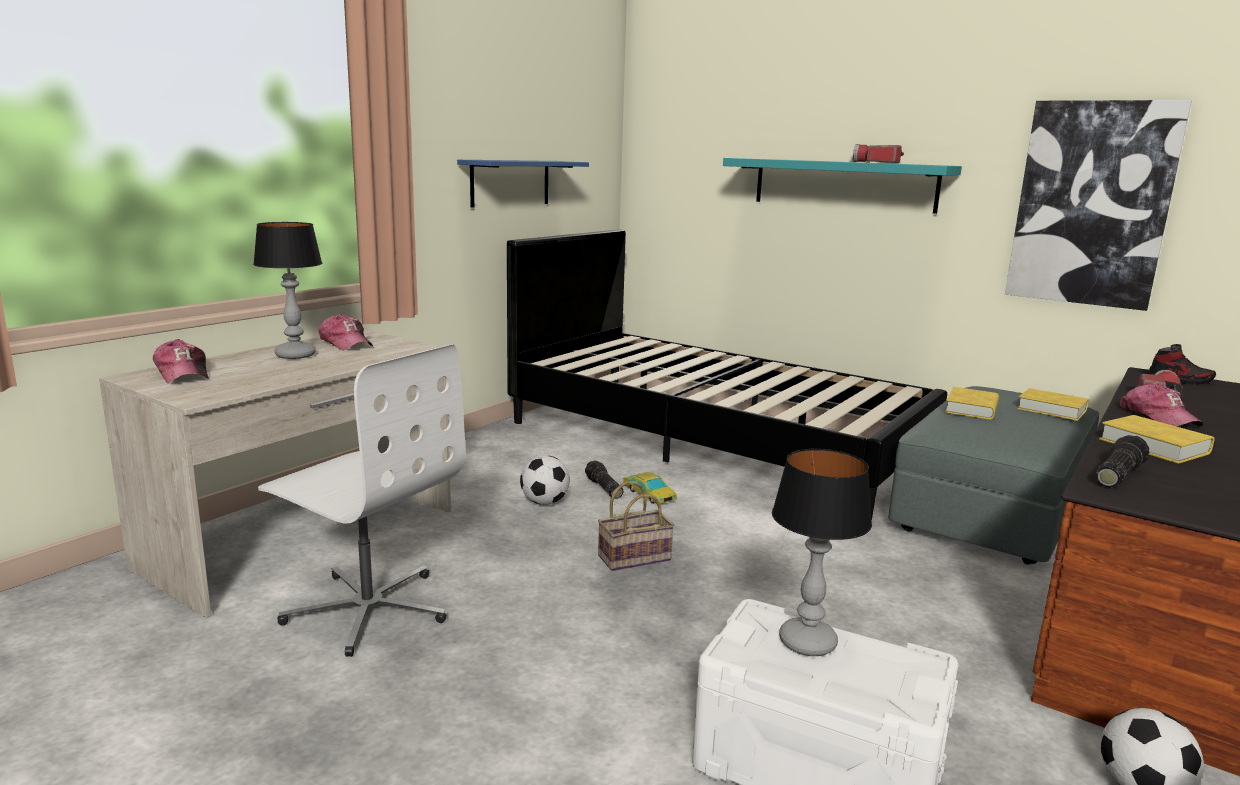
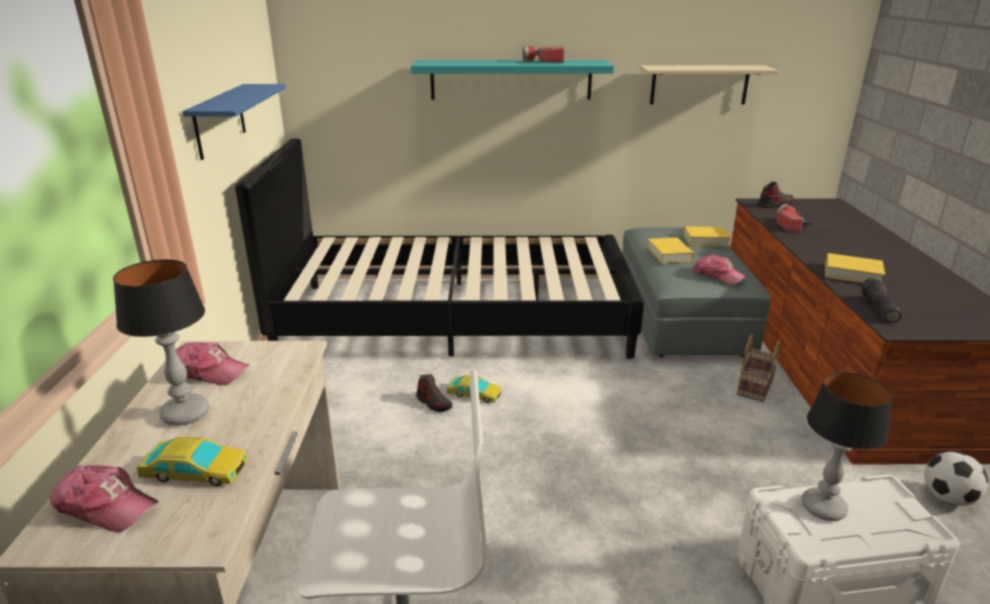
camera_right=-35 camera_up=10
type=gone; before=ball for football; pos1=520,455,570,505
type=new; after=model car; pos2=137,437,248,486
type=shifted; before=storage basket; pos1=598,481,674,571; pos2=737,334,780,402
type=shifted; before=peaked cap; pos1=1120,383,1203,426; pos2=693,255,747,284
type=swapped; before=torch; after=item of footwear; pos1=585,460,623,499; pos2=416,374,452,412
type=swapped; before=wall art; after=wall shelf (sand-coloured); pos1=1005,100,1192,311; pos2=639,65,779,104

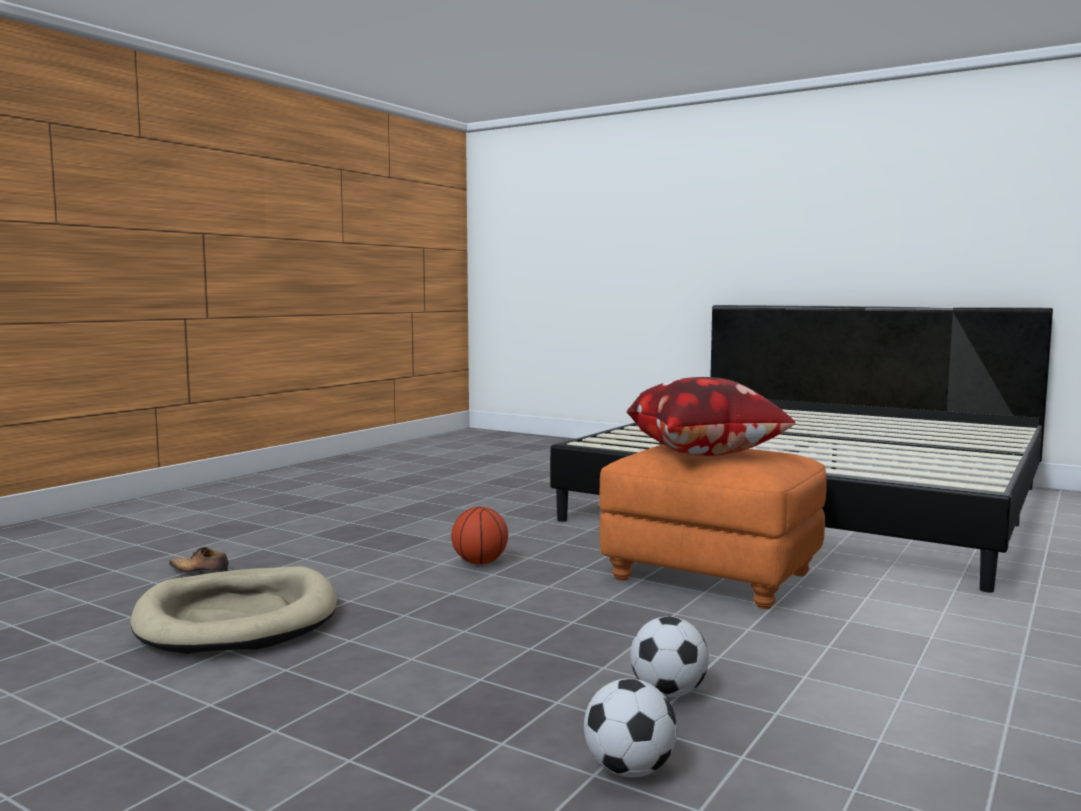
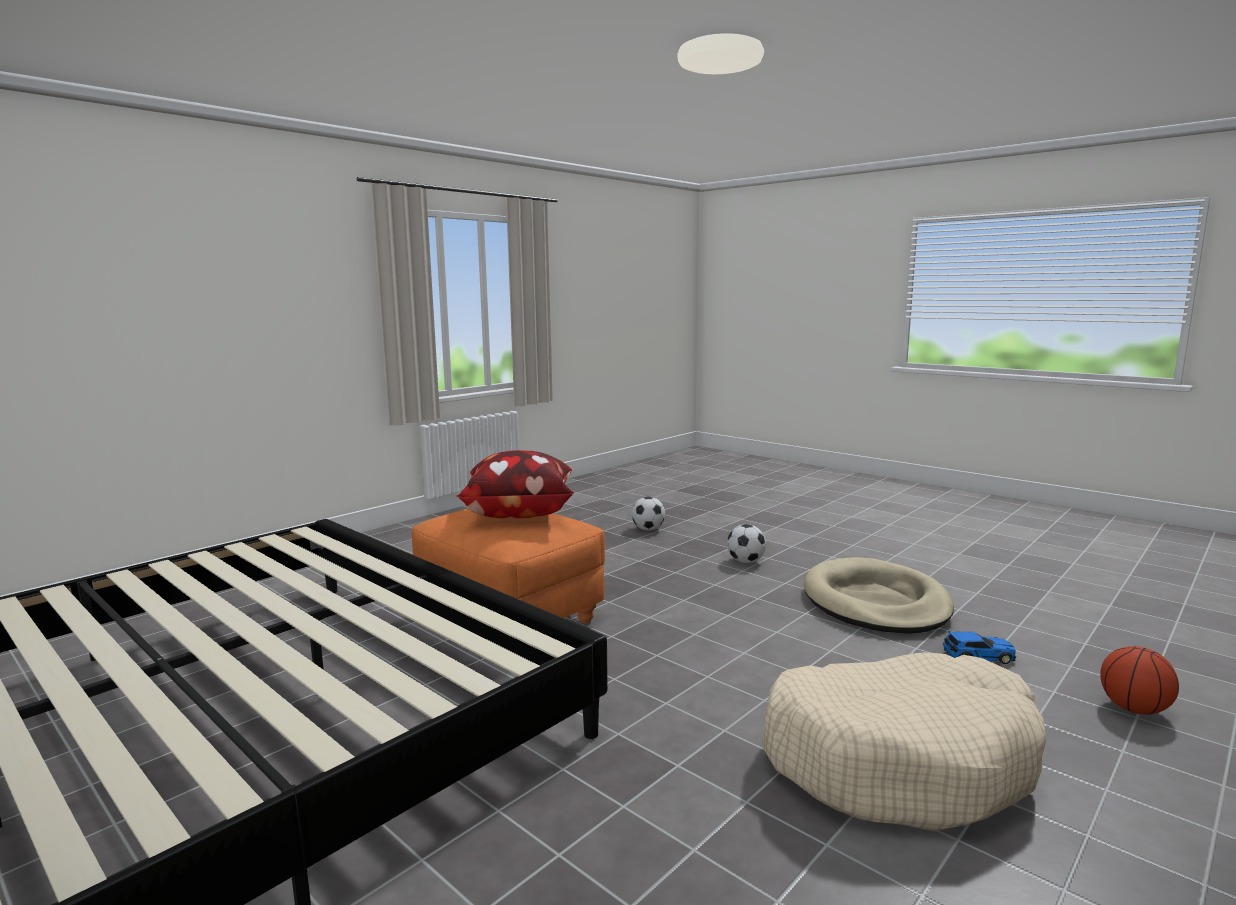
camera_right=-170 camera_up=5
type=new; after=dog bed (sand-coloured); pos2=761,652,1046,831
type=shifted; before=ball for basketball; pos1=451,507,508,565; pos2=1100,646,1179,715
type=shifted; before=ball for football; pos1=630,616,709,697; pos2=727,524,766,563
type=swapped; before=item of footwear; after=model car; pos1=169,547,228,574; pos2=943,631,1016,664

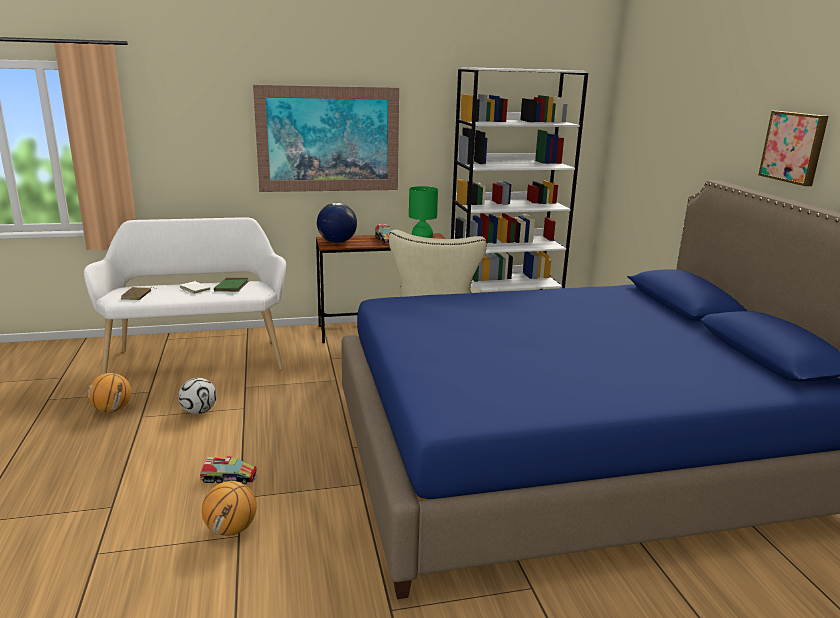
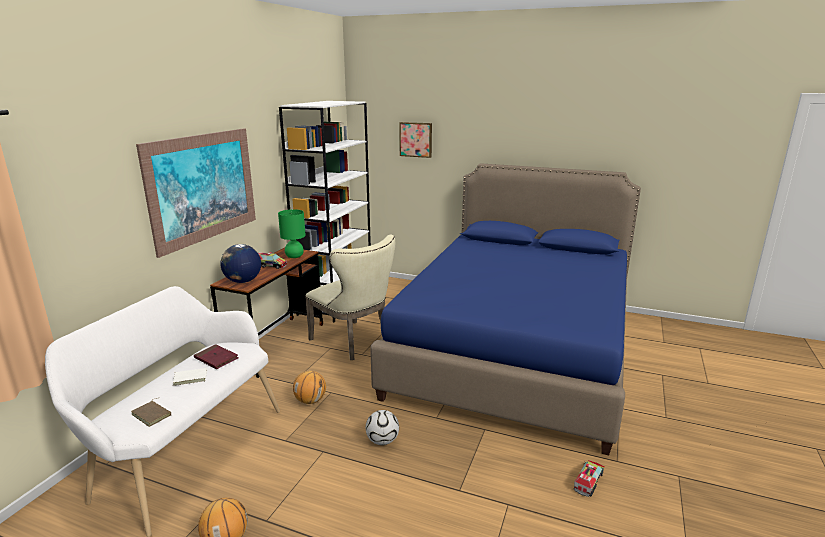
camera_right=-55 camera_up=0
type=shifted; before=ball for football; pos1=178,378,217,414; pos2=366,410,399,445
type=shifted; before=toy truck; pos1=200,456,257,484; pos2=574,460,605,497
type=shifted; before=ball for basketball; pos1=202,481,257,536; pos2=293,371,326,404
type=shifted; before=wall art; pos1=758,111,828,186; pos2=399,122,432,158
type=repainted; before=book (green-coloured); after=book (red-coloured); pos1=214,278,249,292; pos2=194,344,238,369

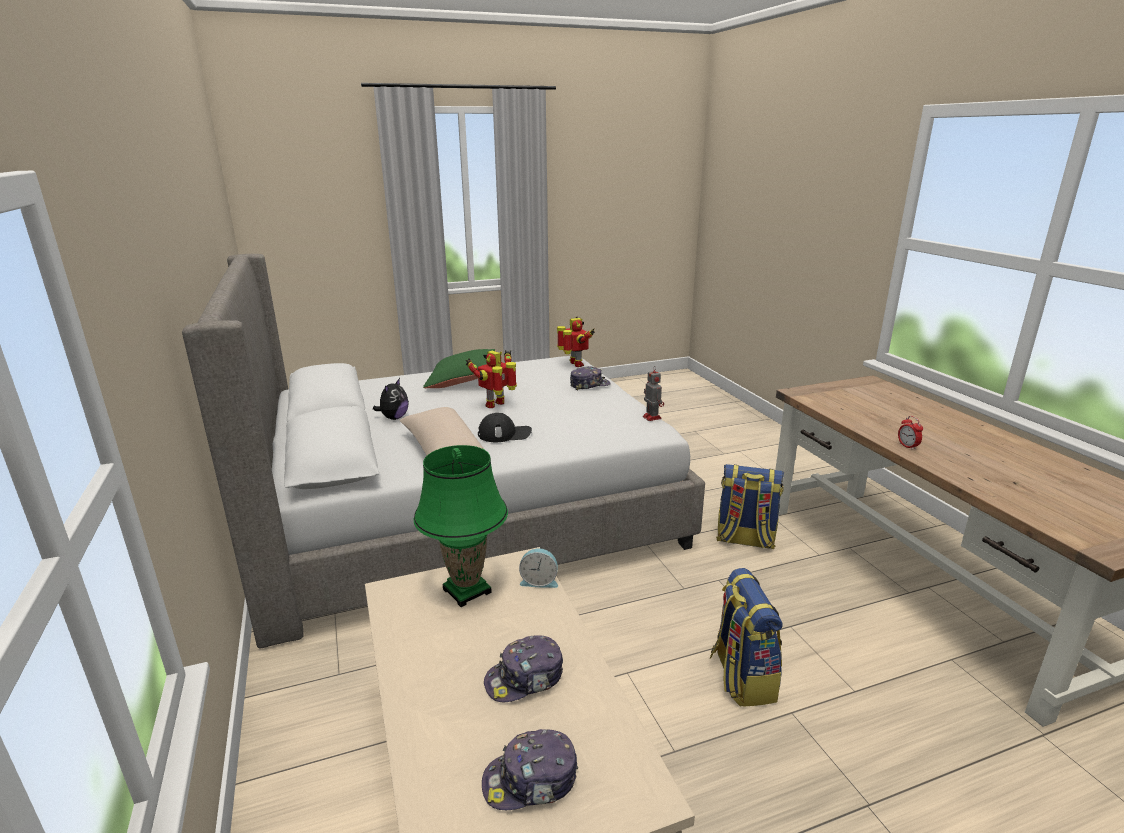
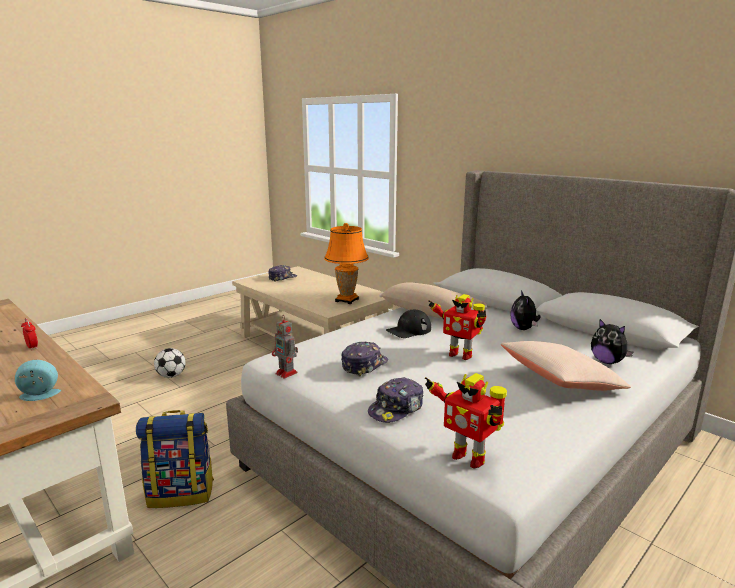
camera_right=155 camera_up=-5
type=gone; before=knapsack; pos1=710,568,783,707
type=new; after=ball for football; pos2=154,348,186,378
type=new; after=plush toy; pos2=591,319,634,364
type=shifted; before=peaked cap; pos1=484,635,563,702; pos2=341,342,388,377
type=shifted; before=bedside clock; pos1=519,548,558,588; pos2=15,360,61,401
type=repainted; before=lamp for a table (green-coloured); after=lamp for a table (orangey); pos1=414,445,508,607; pos2=324,223,369,304
type=repainted; before=throw pillow (green-coloured); after=throw pillow (sand-coloured); pos1=423,349,496,388; pos2=501,341,631,391
type=rotated; before=model robot; pos1=466,350,517,408; pos2=428,294,486,360; turn=105

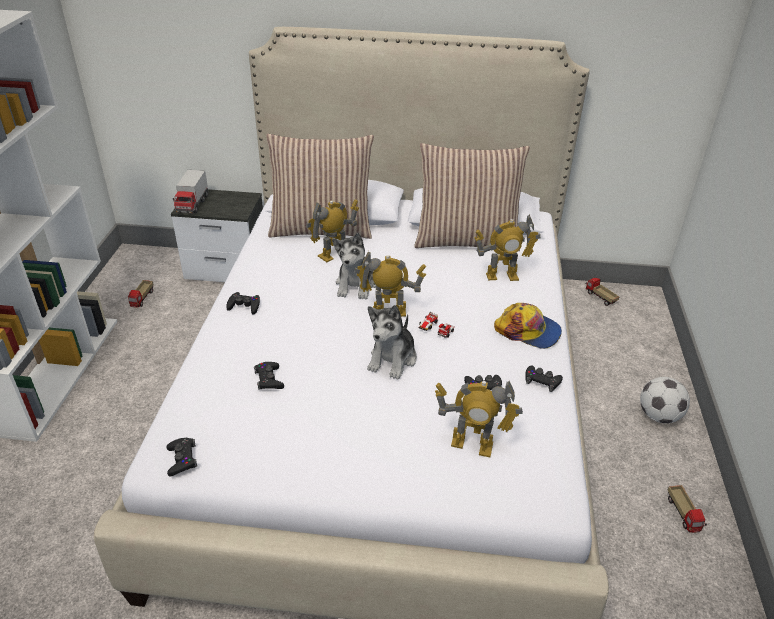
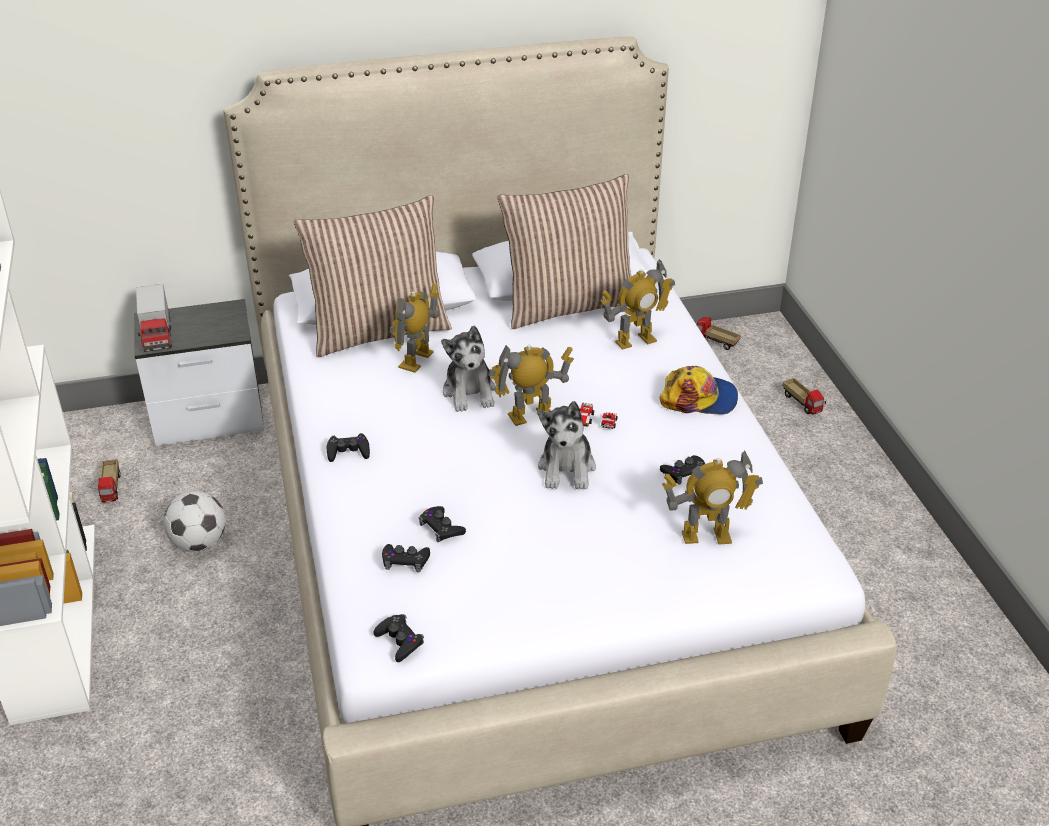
camera_right=-20 camera_up=0
type=shifted; before=gamepad (black); pos1=526,365,563,392; pos2=382,544,430,573
type=shifted; before=ball for football; pos1=640,377,690,423; pos2=164,491,226,551
type=shifted; before=toy truck; pos1=668,485,707,533; pos2=783,378,826,415

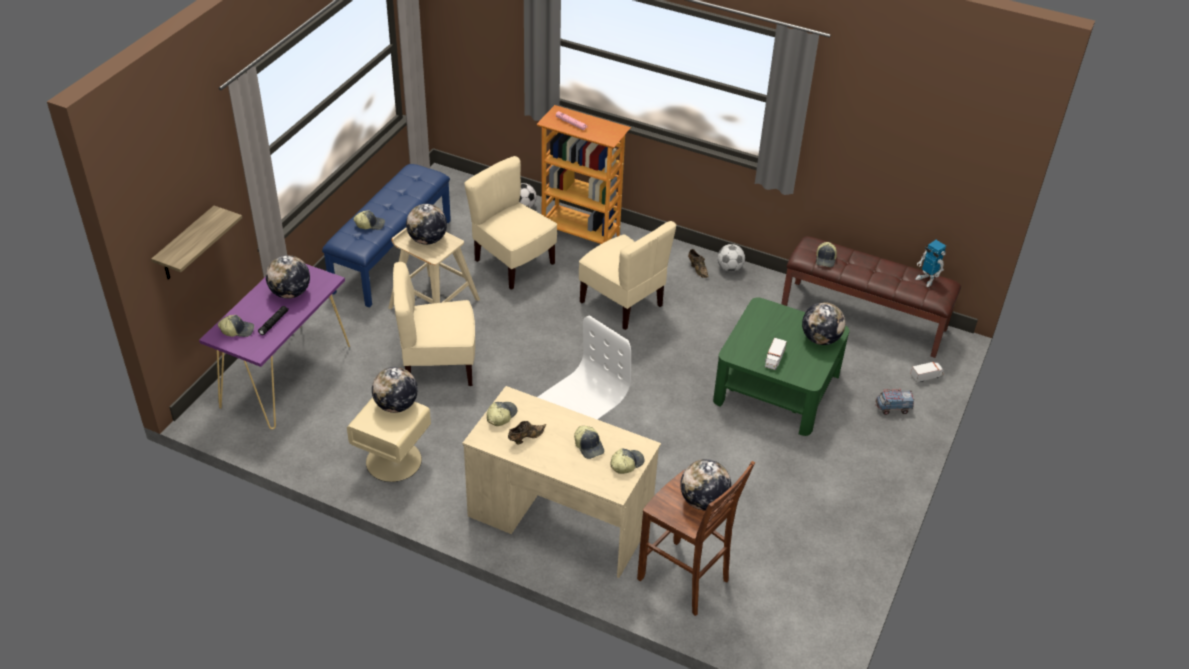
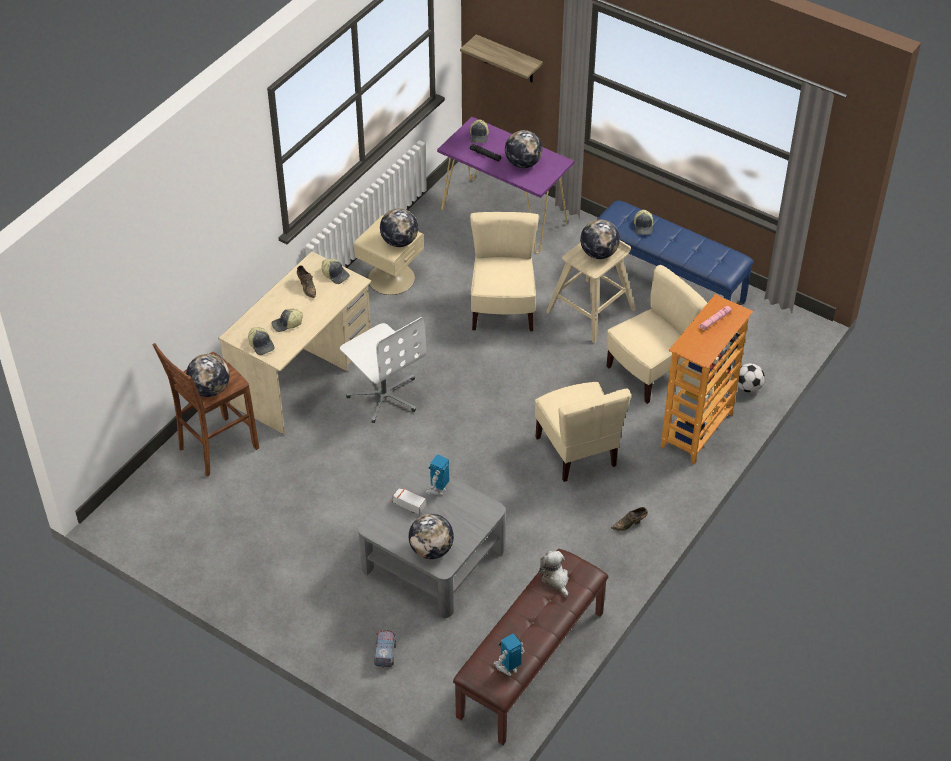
camera_right=100 camera_up=5
type=gone; before=ball for football; pos1=717,244,745,272
type=gone; before=toy truck; pos1=911,362,944,382
type=new; after=model robot; pos2=426,454,449,495
type=swapped; before=peaked cap; after=plush toy; pos1=816,242,837,267; pos2=539,551,568,597
type=repainted; before=low table (green-coloured); after=low table (gray); pos1=713,297,849,436; pos2=358,463,506,618
type=rotated; before=plain chair (sand-coloured); pos1=579,221,676,330; pos2=535,382,631,482; turn=-75

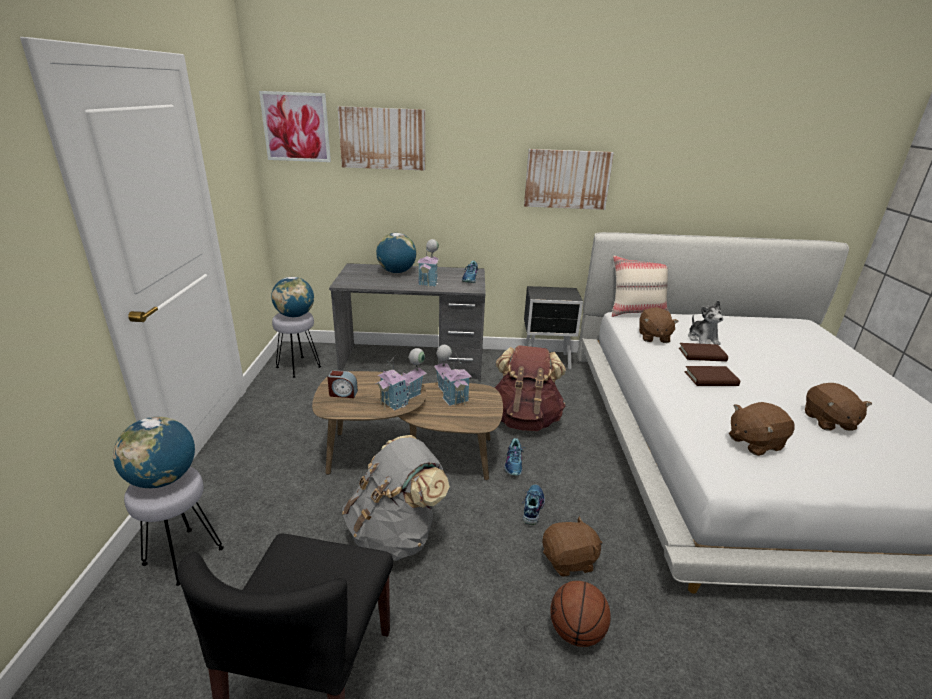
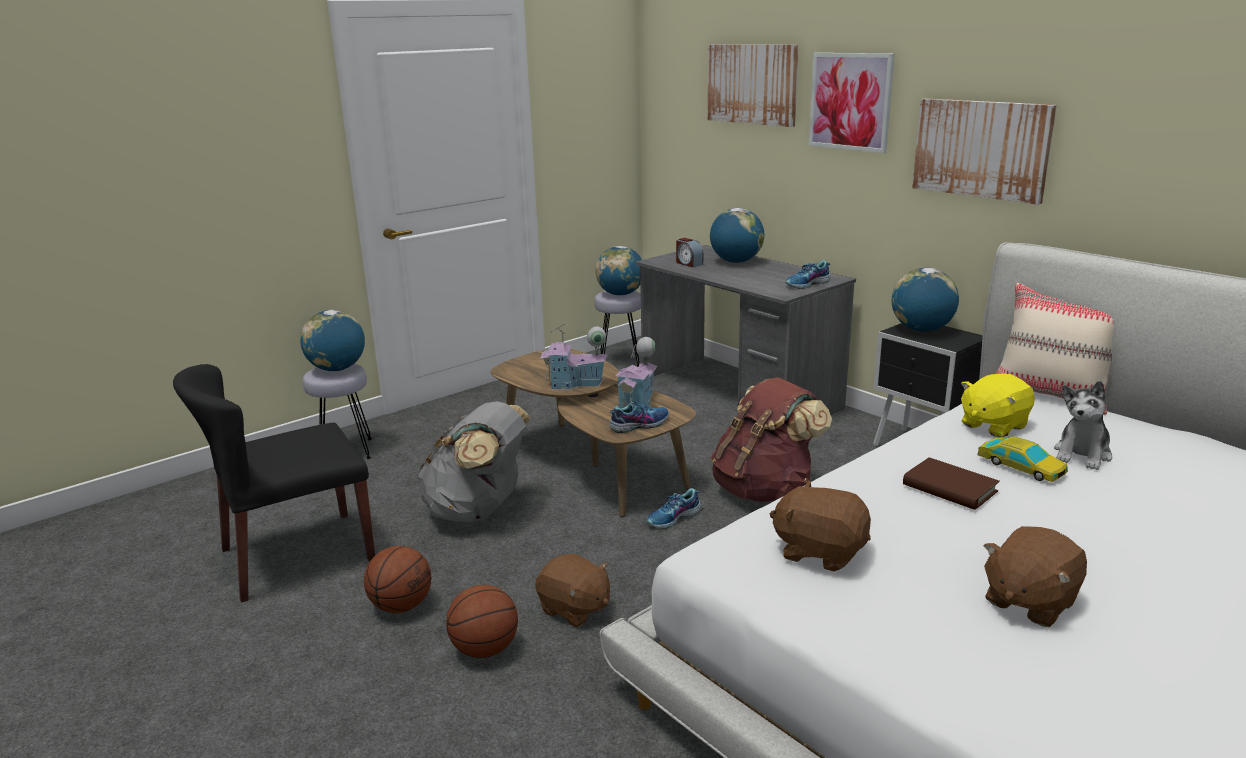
camera_right=50 camera_up=-5
type=gone; before=toy house; pos1=417,239,439,288
type=new; after=ball for basketball; pos2=364,546,431,613
type=new; after=globe; pos2=892,268,959,332
type=shifted; before=wall art; pos1=259,91,331,162; pos2=809,53,895,153
type=shifted; before=bedside clock; pos1=327,370,358,398; pos2=676,238,703,267
type=shifted; before=item of footwear; pos1=522,484,545,525; pos2=609,398,669,433
type=swapped; before=book (brown-coloured); after=model car; pos1=679,343,728,362; pos2=977,437,1068,482
type=repainted; before=plush toy (brown-coloured); after=plush toy (yellowish); pos1=639,307,679,343; pos2=961,373,1035,438

